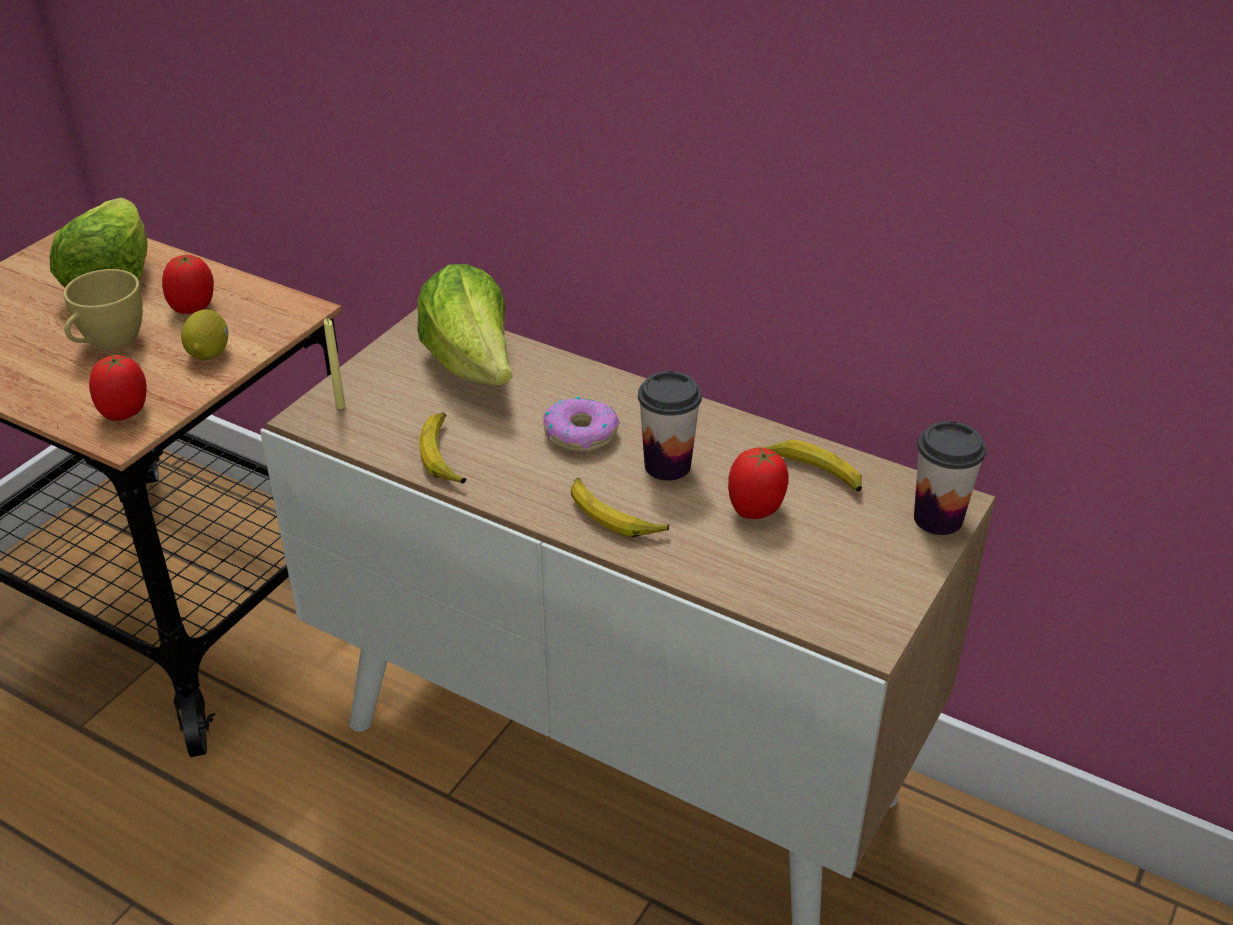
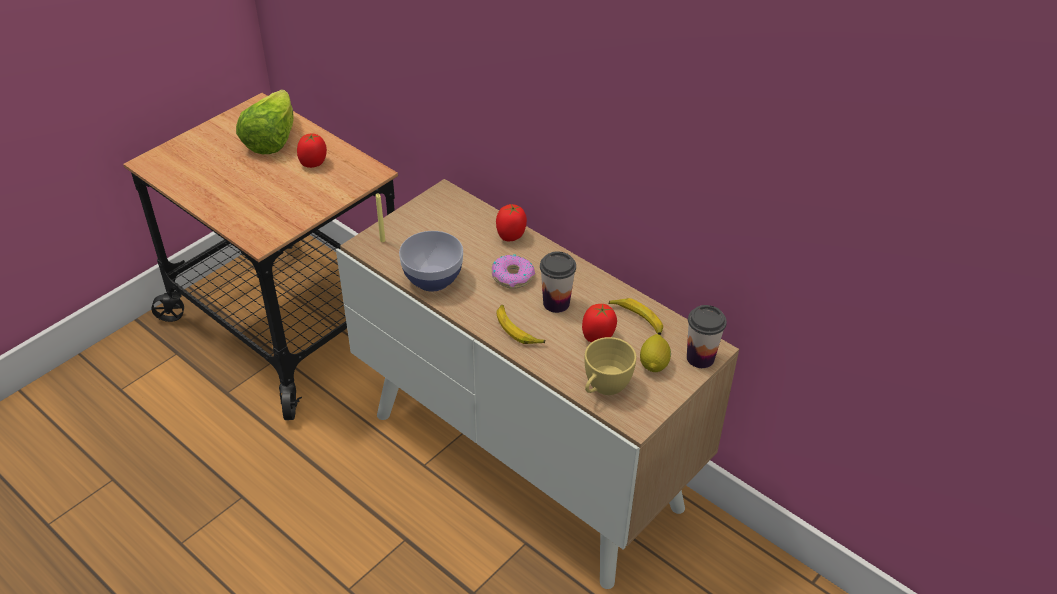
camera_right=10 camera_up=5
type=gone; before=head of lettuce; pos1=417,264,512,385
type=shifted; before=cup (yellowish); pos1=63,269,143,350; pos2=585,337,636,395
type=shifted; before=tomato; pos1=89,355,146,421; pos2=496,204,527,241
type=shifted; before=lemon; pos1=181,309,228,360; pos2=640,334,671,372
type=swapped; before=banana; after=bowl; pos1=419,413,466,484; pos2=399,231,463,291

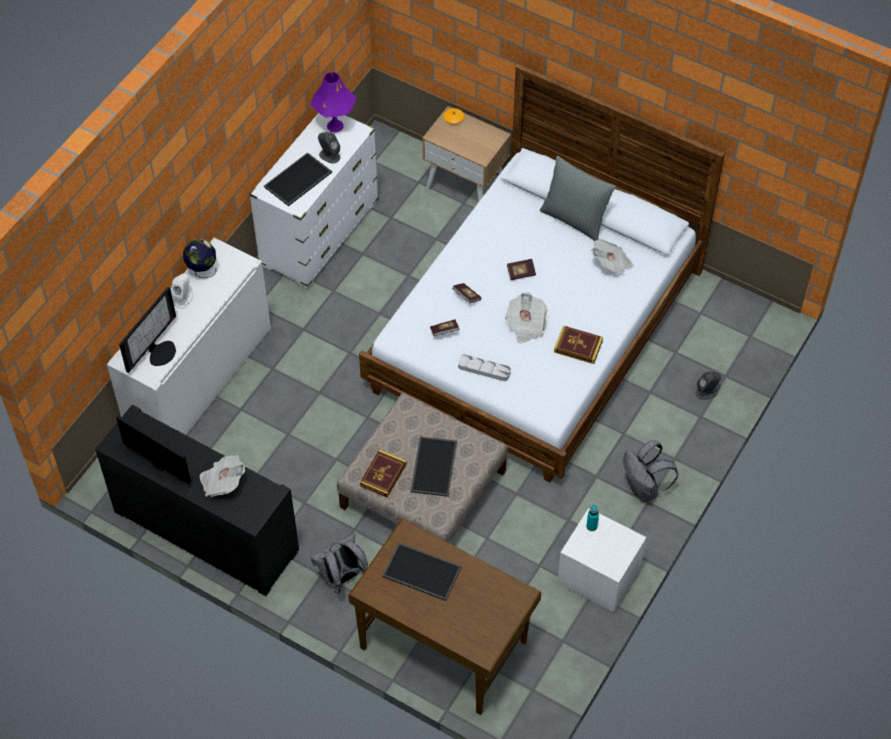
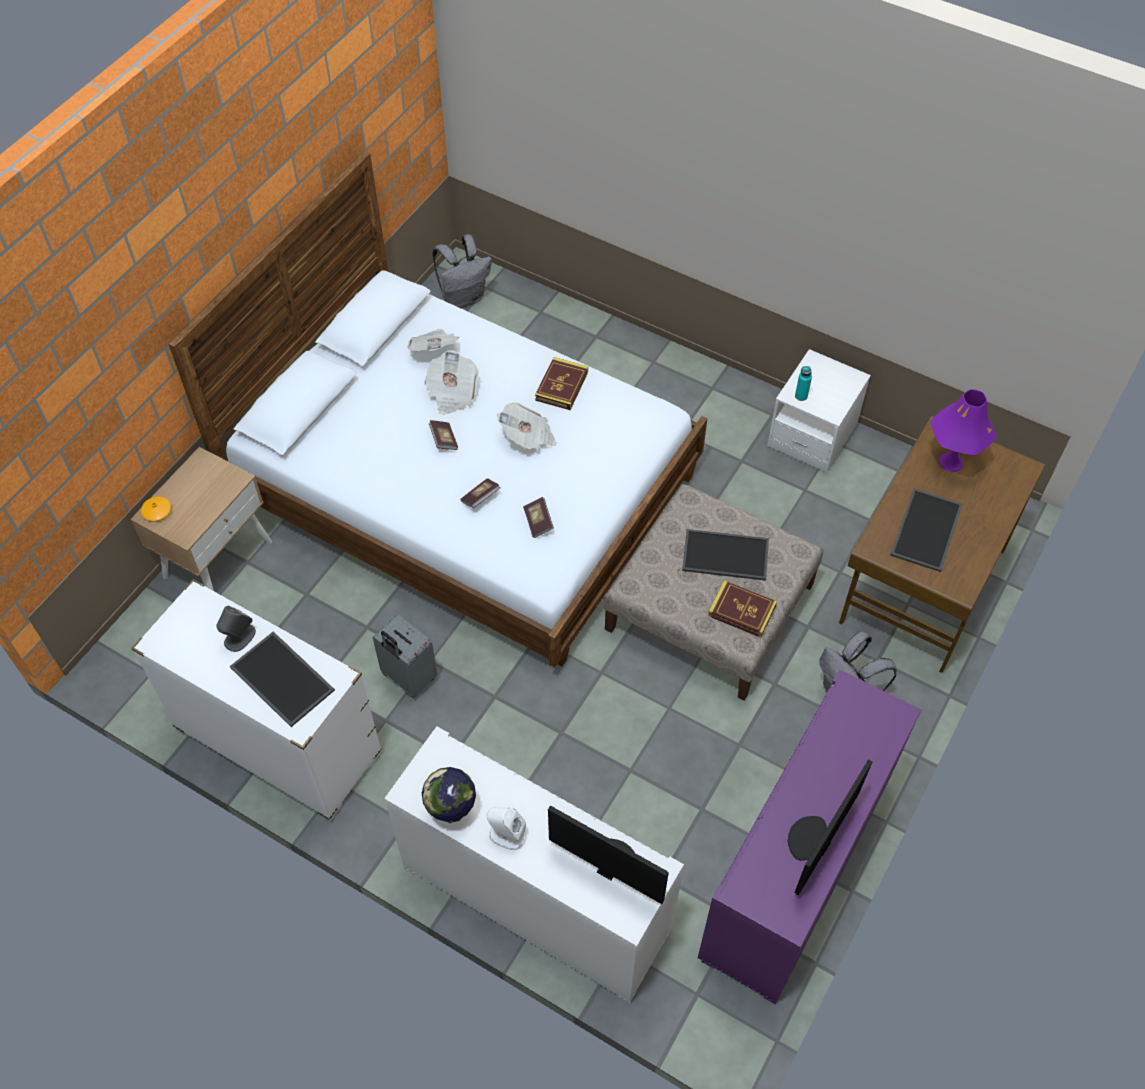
camera_right=-90 camera_up=0
type=gone; before=serving tray (gray); pos1=458,354,511,381
type=gone; before=throw pillow (gray); pos1=540,156,616,241
type=gone; before=audio speaker (gray); pos1=696,371,721,400
type=new; after=piece of luggage (gray); pos2=373,614,438,698
type=shifted; before=daily paper; pos1=199,455,245,497; pos2=424,350,479,415
type=shifted; before=lamp for a table (purple); pos1=311,72,356,132; pos2=930,389,997,472
type=shifted; before=knapsack (gray); pos1=623,440,678,502; pos2=432,234,492,308
type=repainted; before=cupboard (black); after=cupboard (purple); pos1=95,405,299,596; pos2=698,669,921,1004

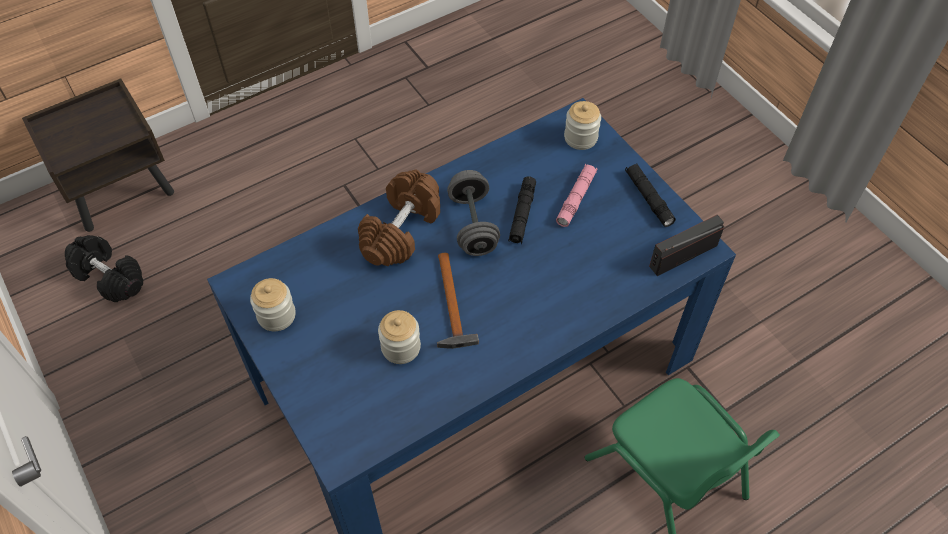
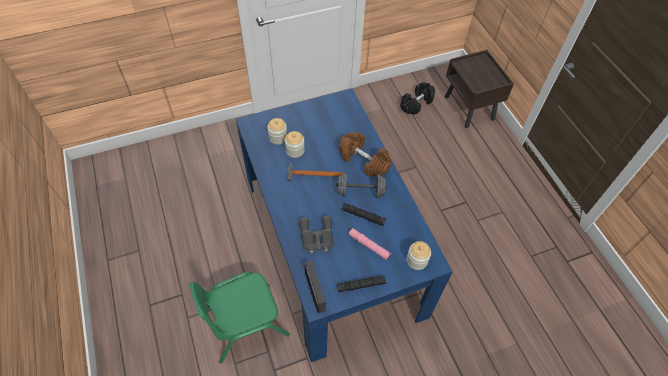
camera_right=100 camera_up=0
type=new; after=field glasses (gray); pos2=299,216,334,254
type=shifted; before=preserve jar; pos1=250,278,296,331; pos2=267,118,287,145

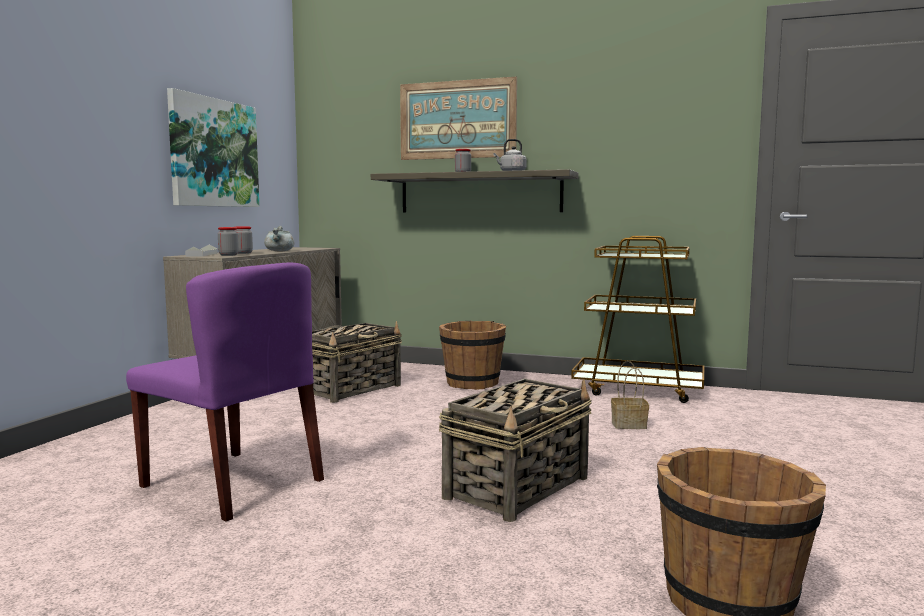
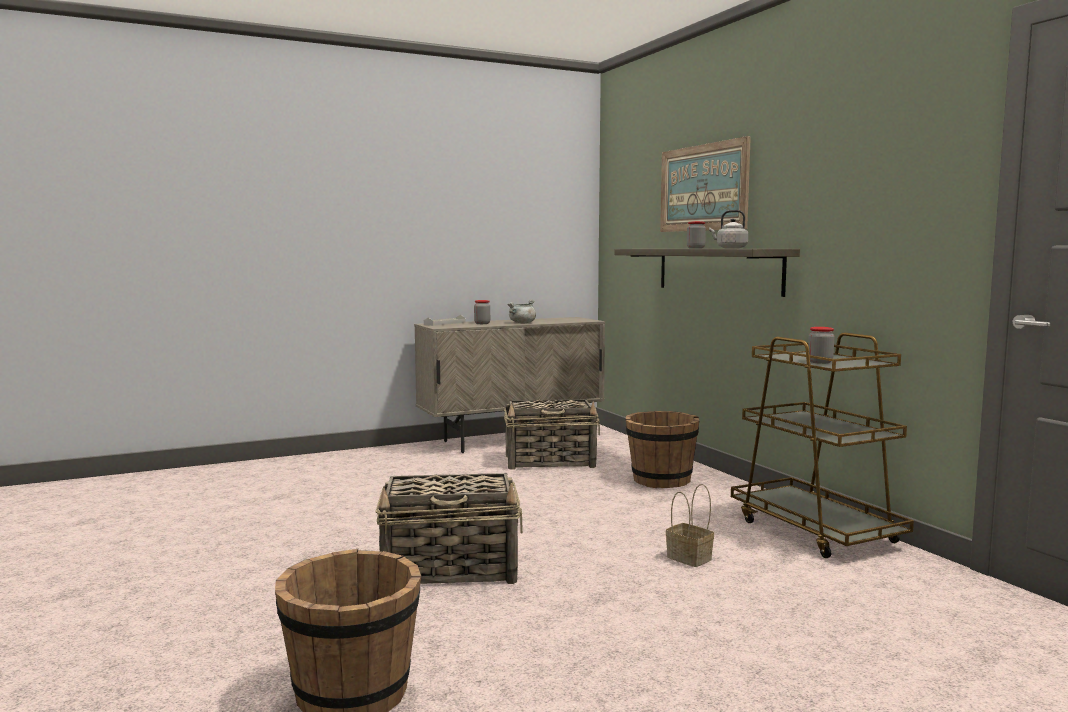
camera_right=45 camera_up=0
type=gone; before=plain chair (purple); pos1=126,263,324,522
type=gone; before=wall art; pos1=167,88,259,207
type=shifted; before=preserve jar; pos1=218,227,239,256; pos2=808,327,834,364

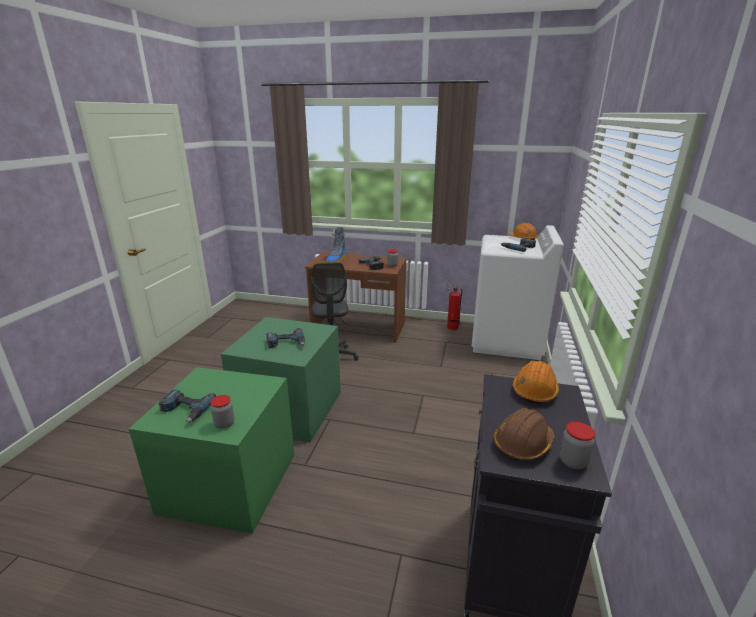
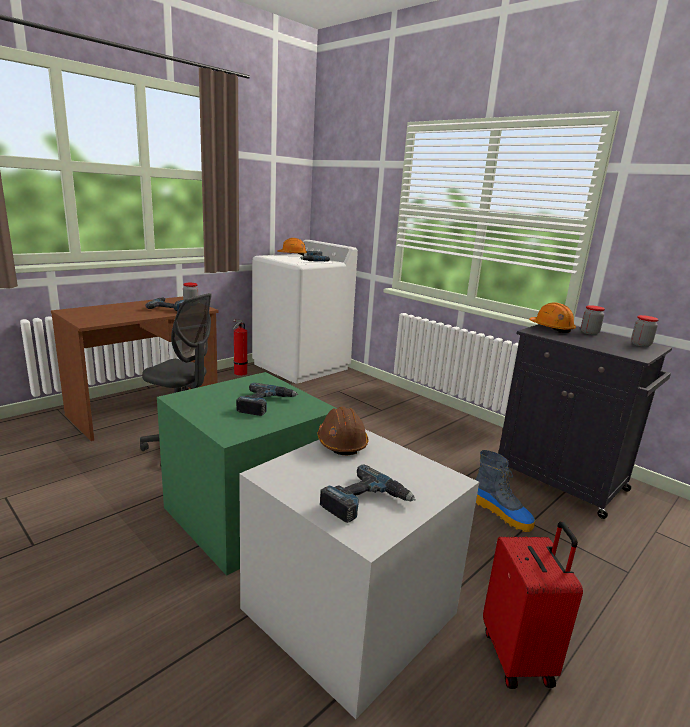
camera_right=-60 camera_up=-5
type=new; after=piece of luggage (red-coloured); pos2=483,521,583,689
type=shifted; before=preserve jar; pos1=210,395,234,429; pos2=581,305,605,335
type=shifted; before=boot; pos1=325,227,346,263; pos2=476,450,535,532
type=shifted; before=safety helmet (brown-coloured); pos1=494,408,555,461; pos2=318,407,369,455
type=repainted; before=storage container (green-coloured); after=storage container (gray); pos1=129,367,294,534; pos2=239,429,479,719

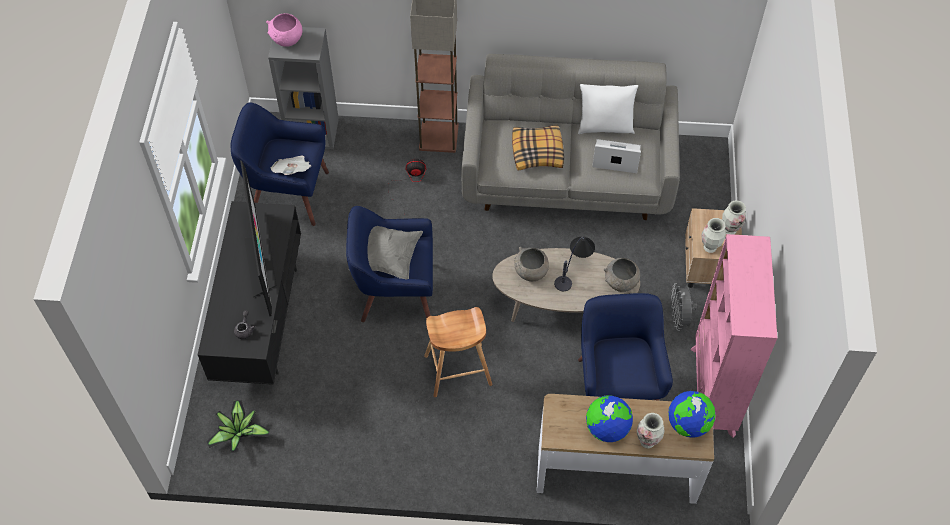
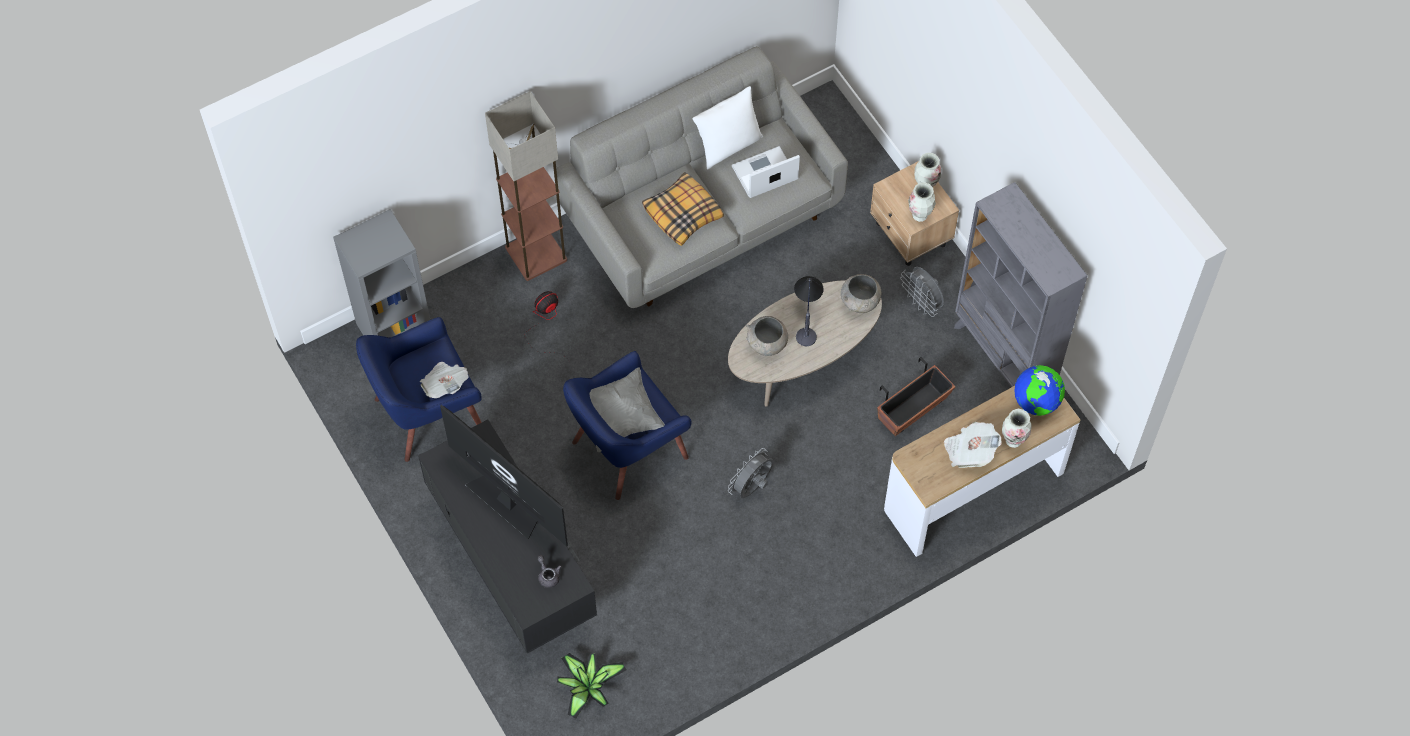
camera_right=-35 camera_up=5
type=gone; before=bowl (pink); pos1=266,13,303,47
type=swapped; before=stool seat (brown-coloured); after=electric fan (gray); pos1=424,307,493,397; pos2=728,448,773,499
type=swapped; before=easy chair (blue); after=planter; pos1=578,293,673,401; pos2=877,357,956,436
type=swapped; before=globe; after=daily paper; pos1=586,395,633,442; pos2=944,422,1002,468
type=repainted; before=shelving unit (pink); after=shelving unit (gray); pos1=690,234,777,437; pos2=954,182,1088,387

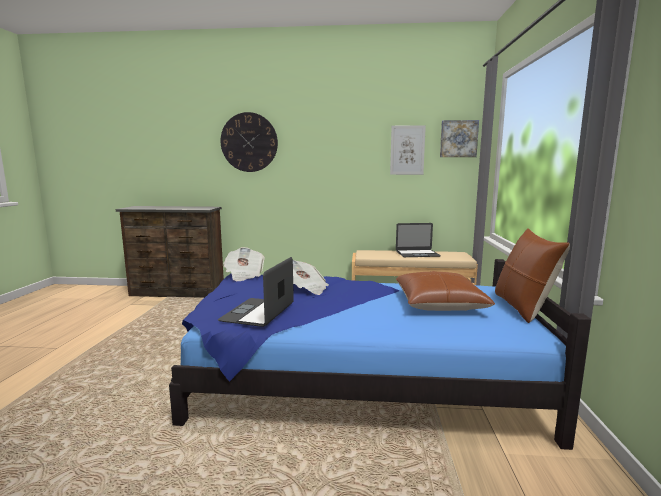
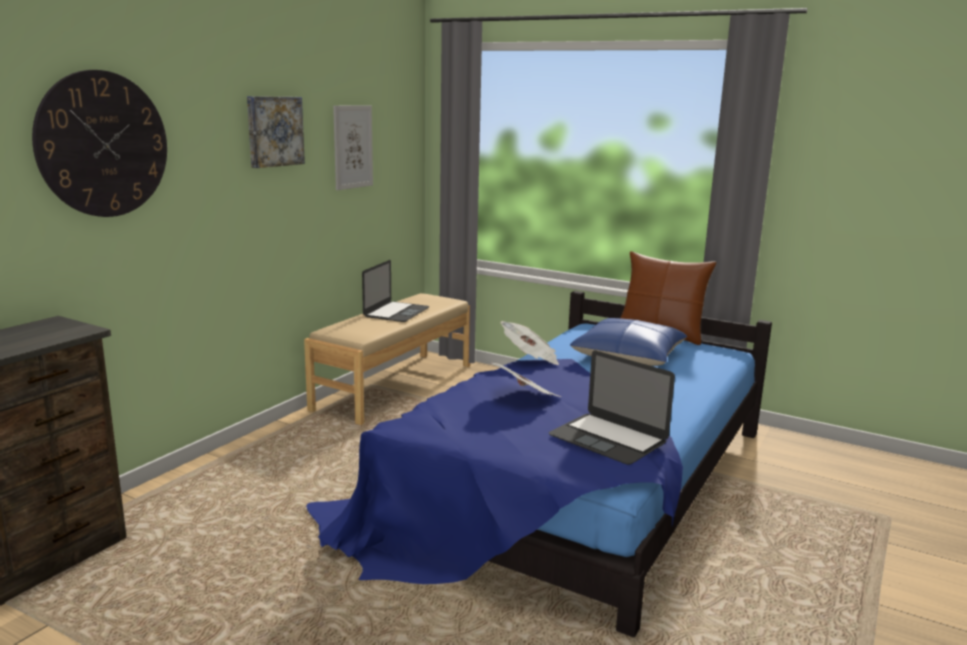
camera_right=-65 camera_up=5
type=shifted; before=daily paper; pos1=223,247,265,281; pos2=500,321,559,365
type=shifted; before=wall art; pos1=440,120,479,157; pos2=247,96,305,168
type=repainted; before=throw pillow (brown-coloured); after=throw pillow (blue); pos1=396,271,495,311; pos2=570,318,687,366

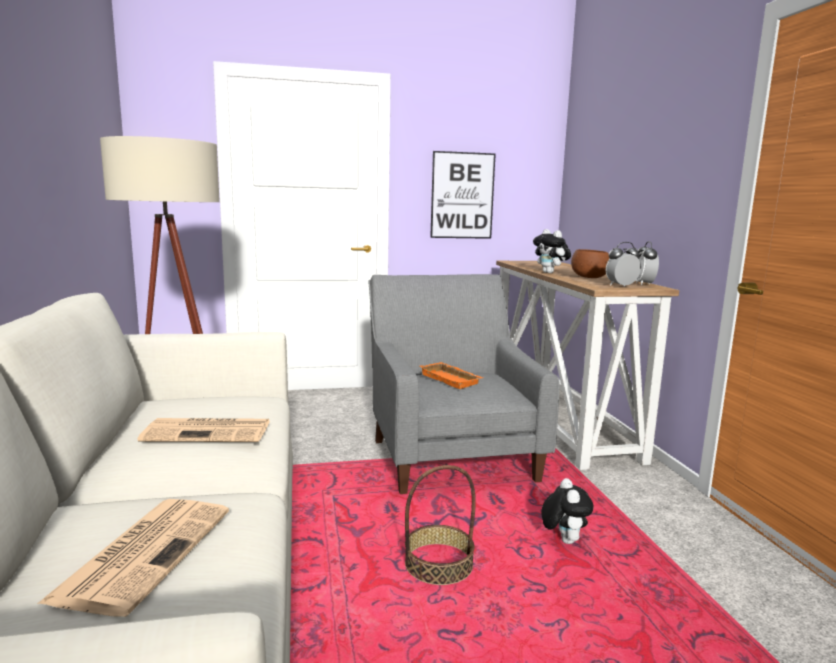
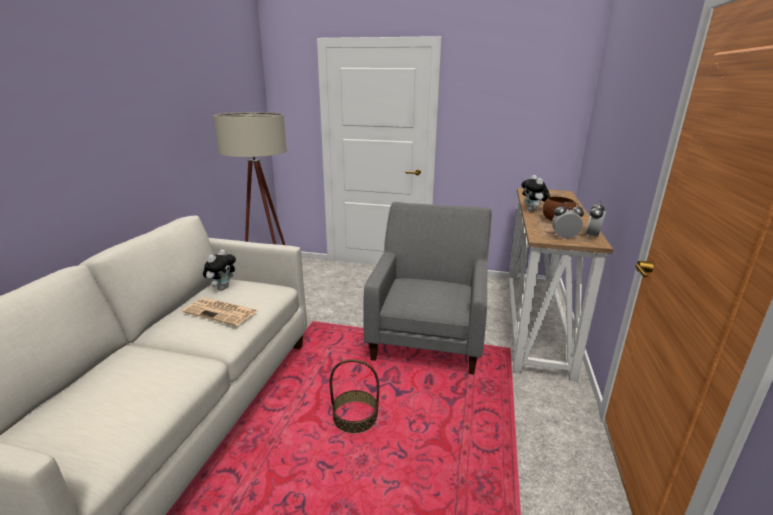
camera_right=25 camera_up=10
type=gone; before=daily paper; pos1=37,499,229,617
type=gone; before=serving tray (orangey); pos1=420,362,483,389
type=gone; before=wall art; pos1=430,151,496,239
type=shifted; before=plush toy; pos1=541,478,594,544; pos2=203,249,236,290

